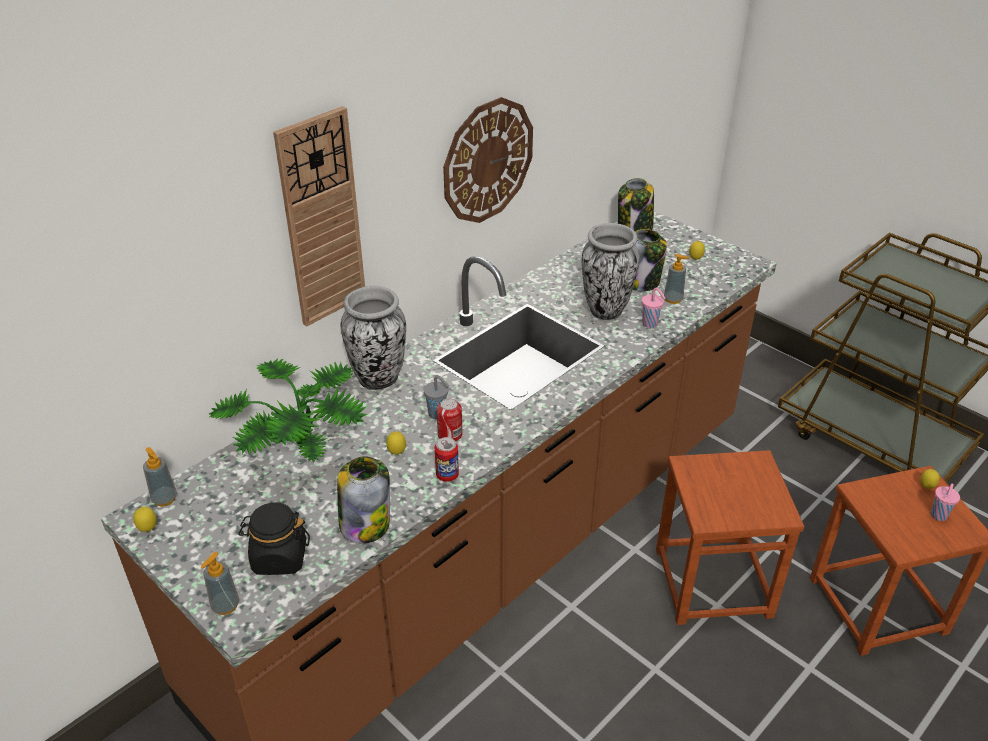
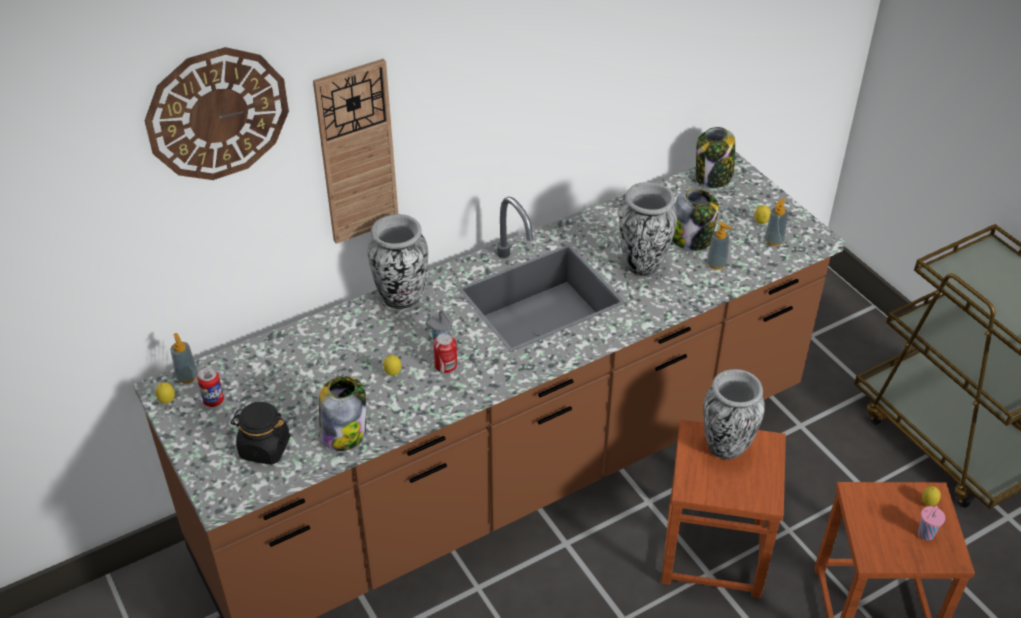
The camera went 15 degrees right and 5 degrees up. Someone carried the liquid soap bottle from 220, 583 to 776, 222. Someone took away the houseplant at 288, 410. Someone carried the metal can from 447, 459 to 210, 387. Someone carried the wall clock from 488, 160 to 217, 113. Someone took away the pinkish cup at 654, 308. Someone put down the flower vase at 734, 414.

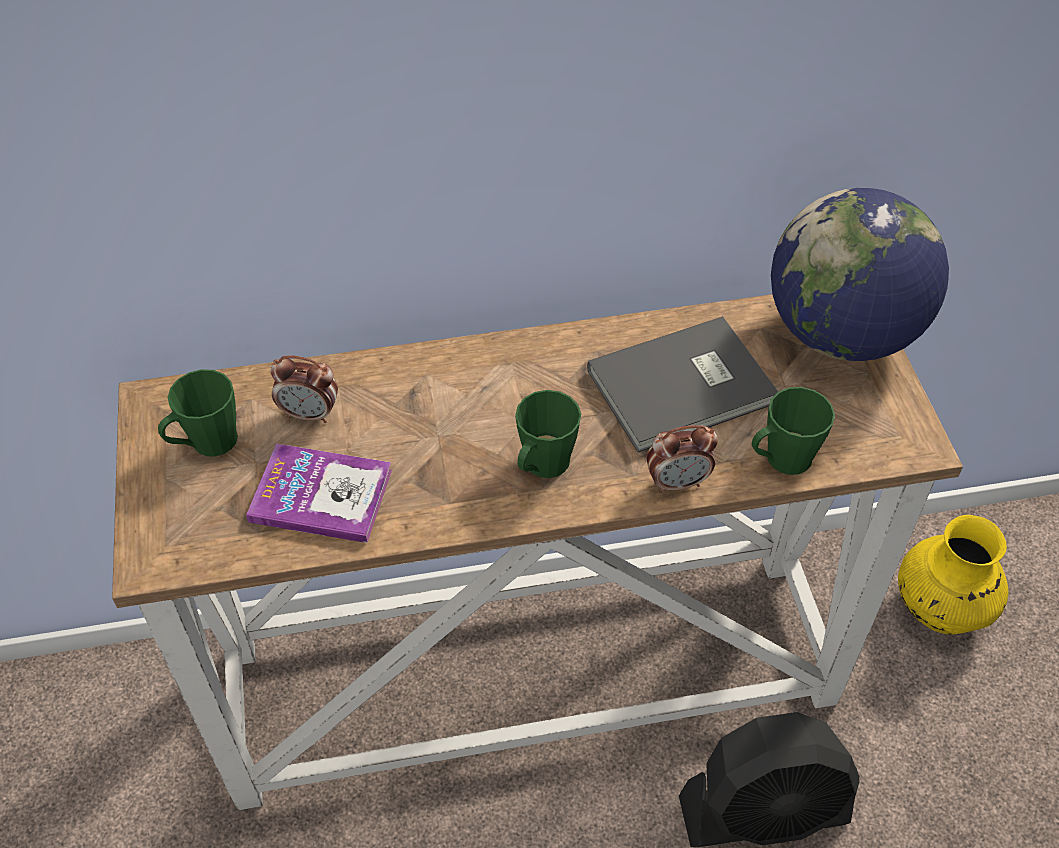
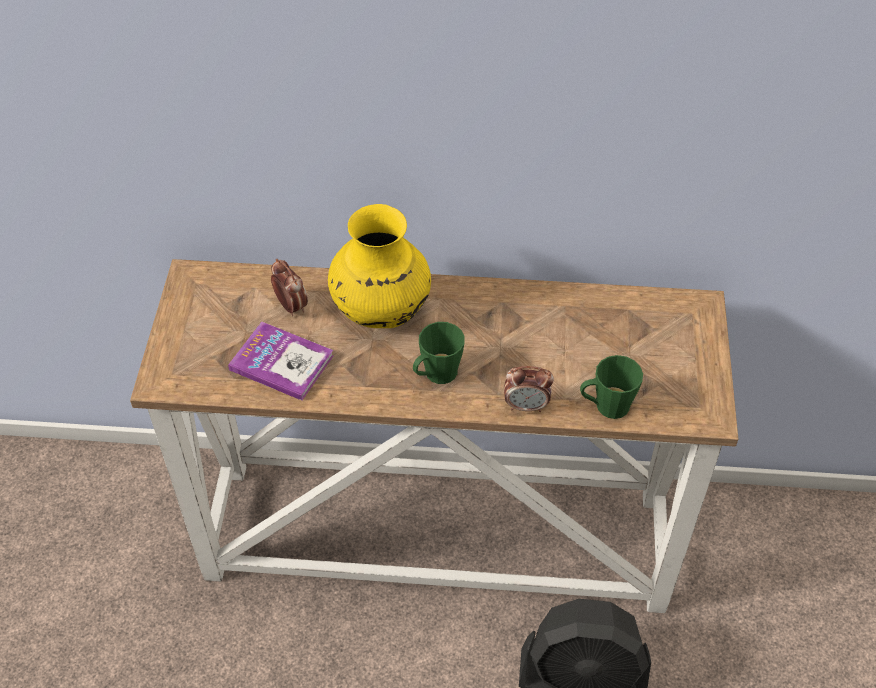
The camera went 15 degrees right and 0 degrees up. Someone took away the green-coloured tea mug at 198, 413. Someone rotated the table clock at 304, 389 by 150 degrees counterclockwise. Someone took away the grey bound book at 682, 384. Someone took away the world globe at 860, 274. Someone carried the yellow-coloured flower vase from 953, 575 to 379, 266.

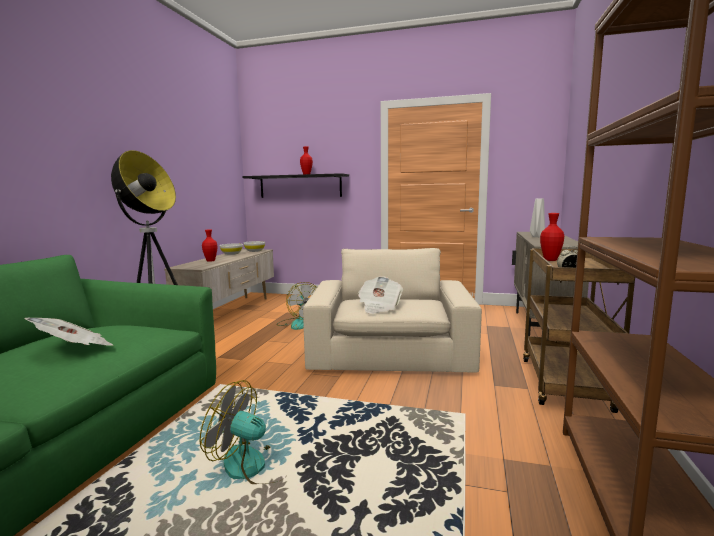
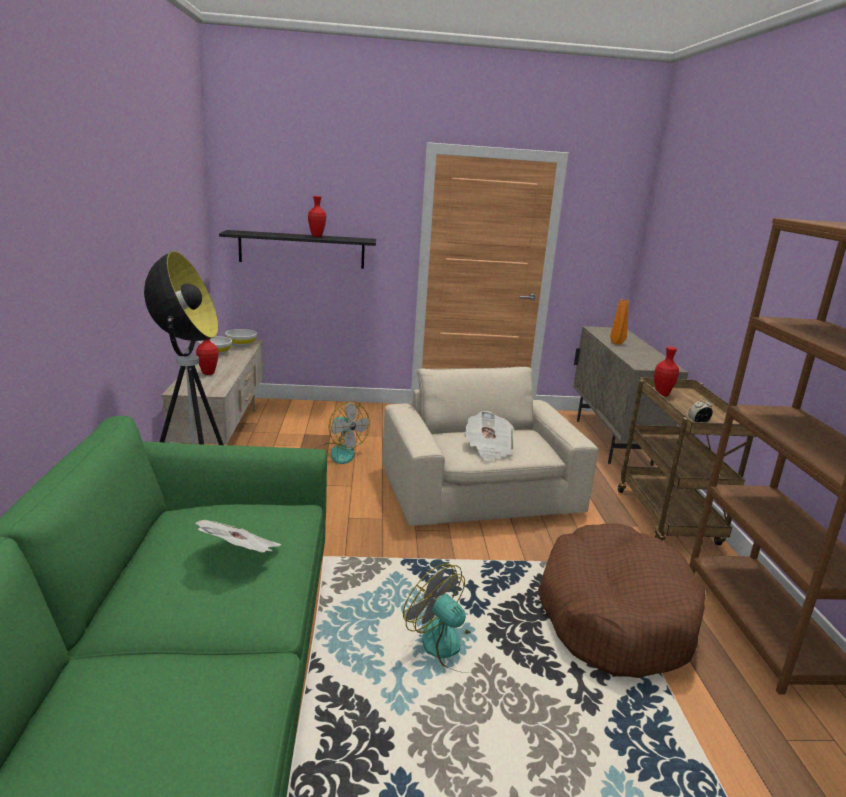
The camera went 20 degrees left and 10 degrees up. Someone rotated the electric fan at 241, 432 by 45 degrees clockwise. Someone repainted the grey flower vase at 537, 217, which became the orangey flower vase at 619, 322. Someone put down the brownish pet bed at 621, 600.

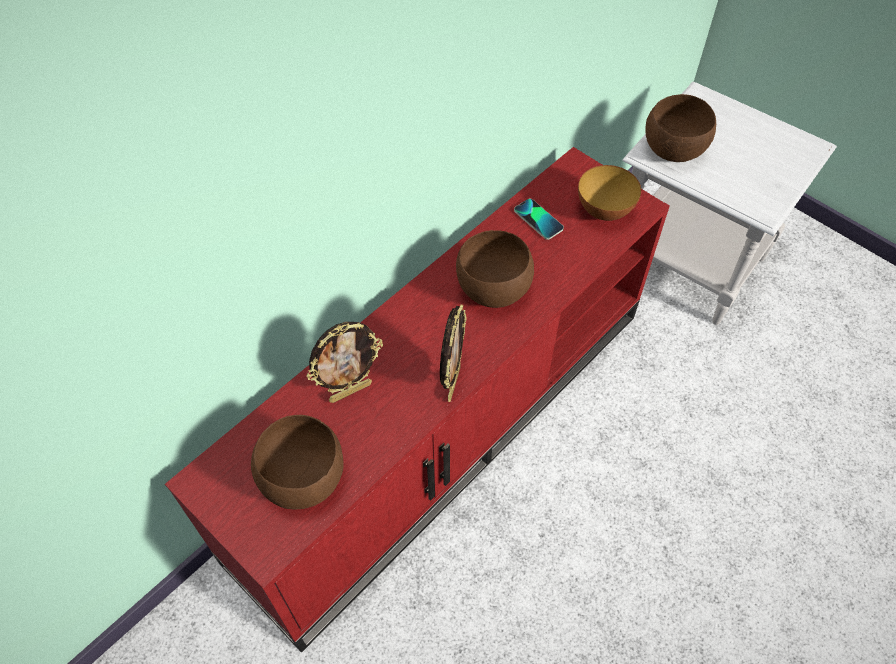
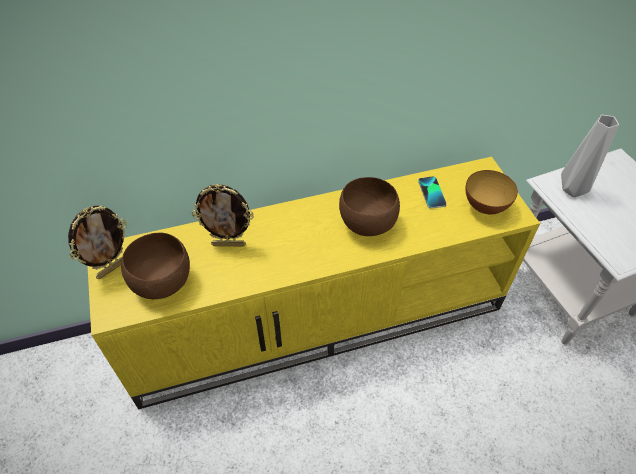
The camera went 30 degrees right and 5 degrees down. Someone repainted the reddish media console at 417, 400, which became the yellow-coloured media console at 313, 283. Someone carried the photo frame from 453, 353 to 97, 242. Someone swapped the brownish serving bowl at 680, 128 for the grey flower vase at 590, 156.

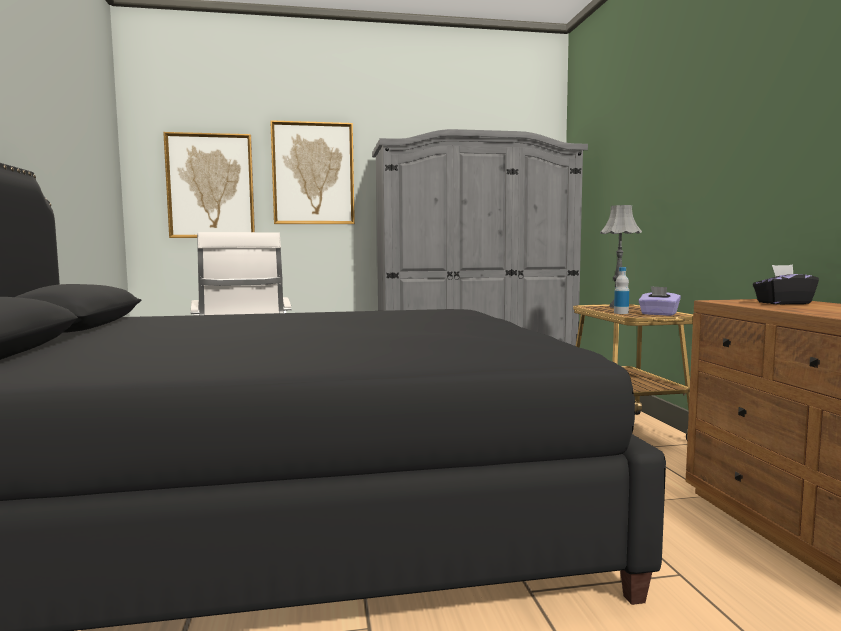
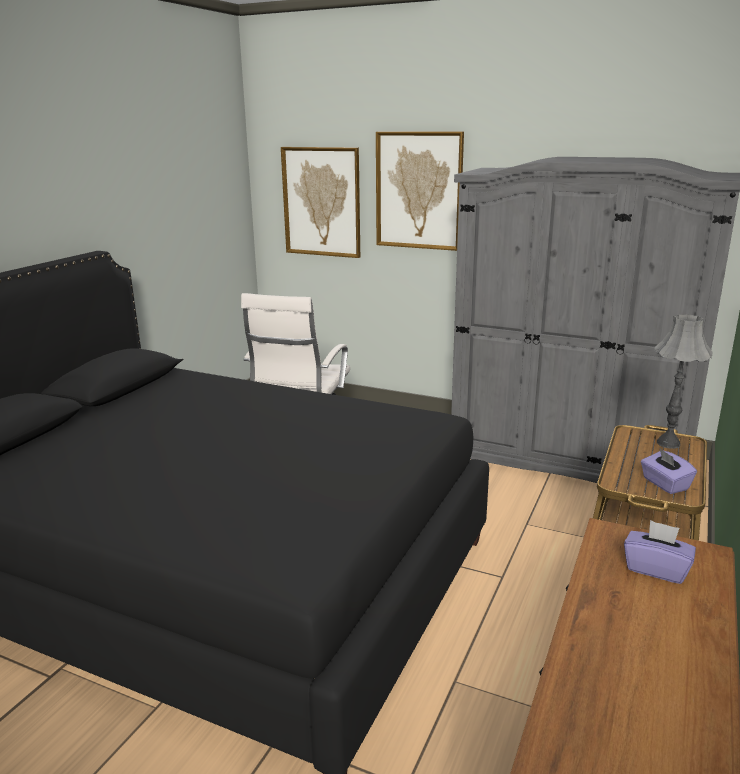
The camera went 35 degrees right and 15 degrees up. Someone took away the beverage bottle at 621, 290. Someone repainted the black box of tissues at 786, 285, which became the purple box of tissues at 660, 552.

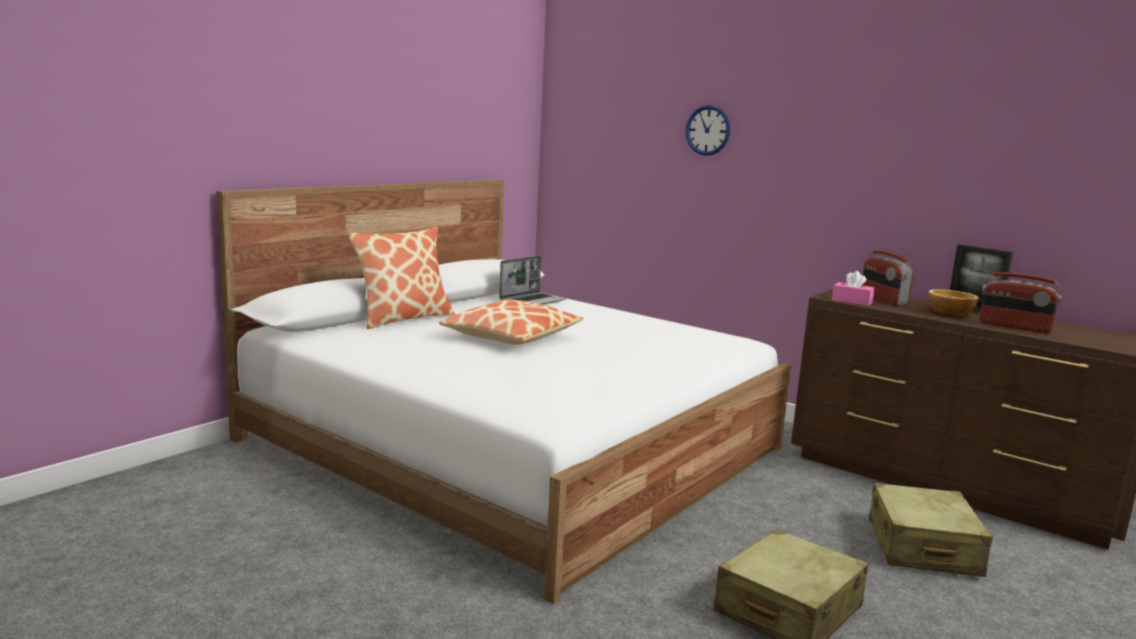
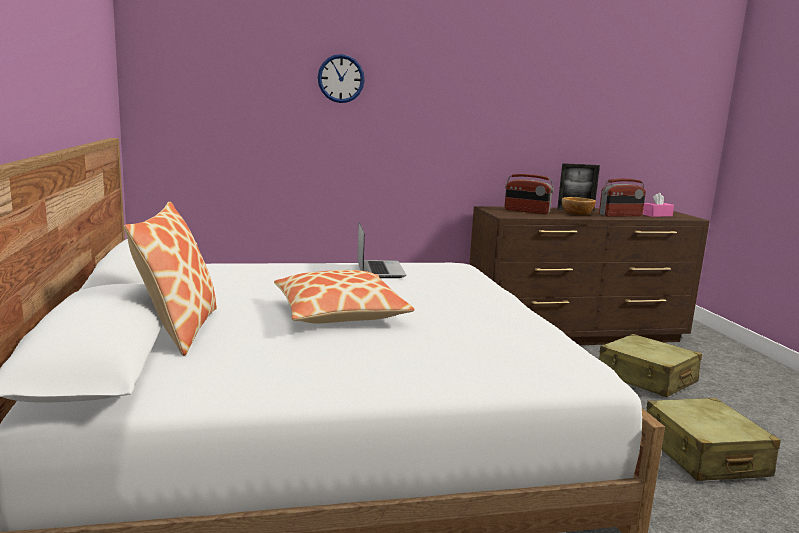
The camera went 50 degrees left and 0 degrees up. Someone carried the portable computer from 533, 280 to 381, 250. Someone carried the pinkish box of tissues from 853, 288 to 658, 205.

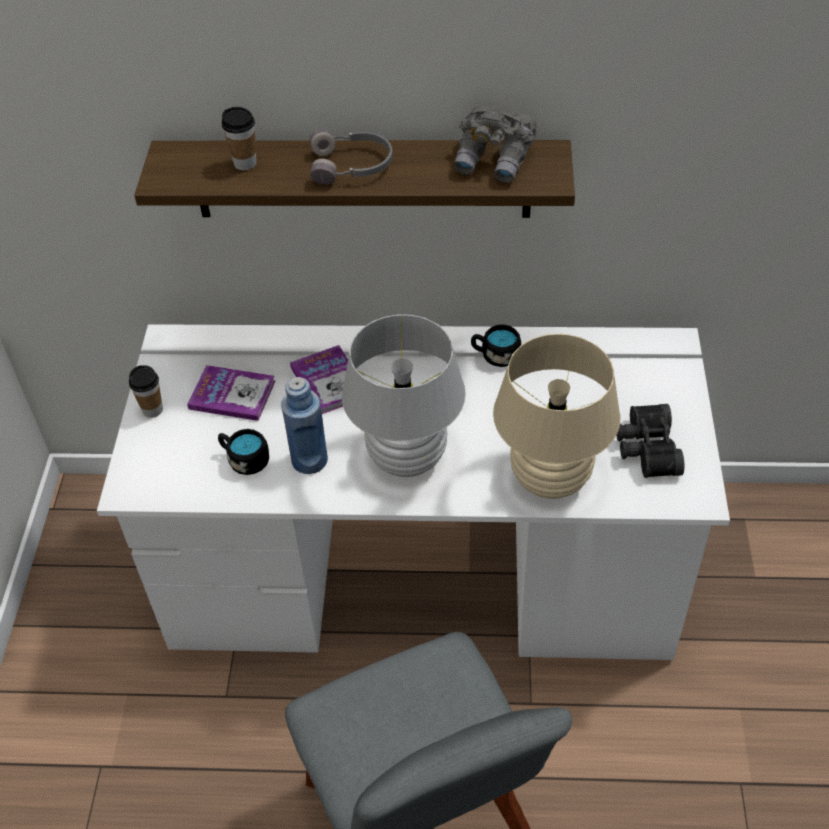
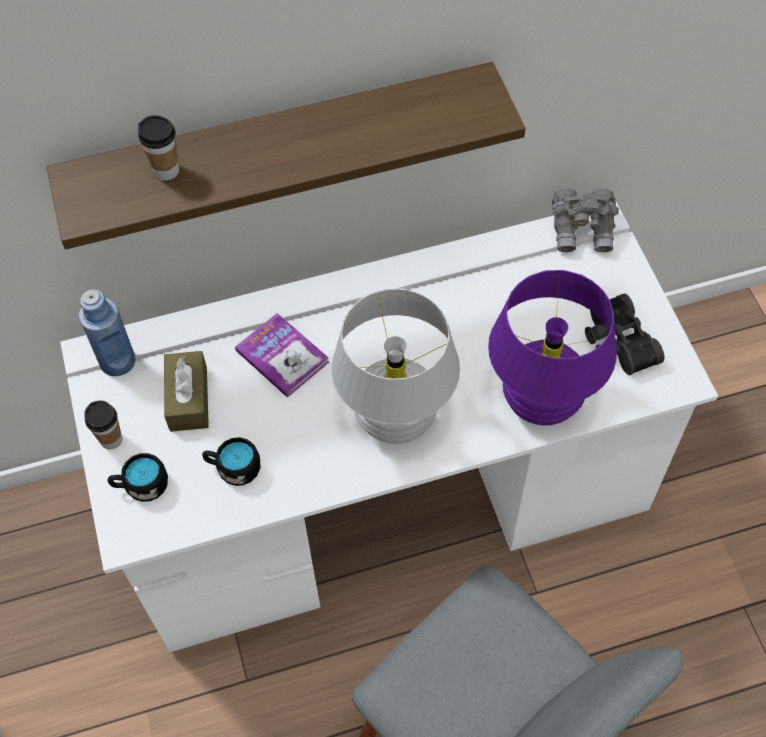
The camera went 20 degrees left and 10 degrees up. Someone swapped the bound book at 231, 393 for the brownish box of tissues at 186, 391. Someone carried the blue-coloured beverage bottle from 304, 425 to 107, 332. Someone took away the grey headphones at 351, 157. Someone carried the grey binoculars from 495, 143 to 585, 220. Someone carried the black tea mug from 496, 345 to 138, 477. Someone repainted the beige lamp for a table at 556, 416, which became the purple lamp for a table at 552, 347.

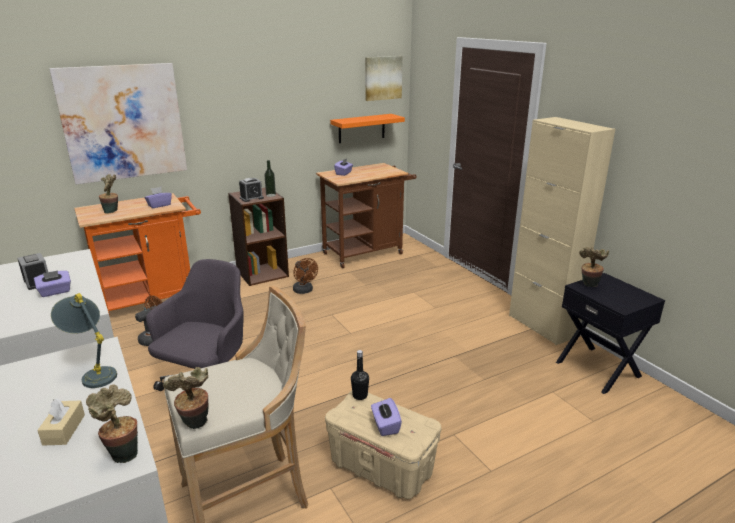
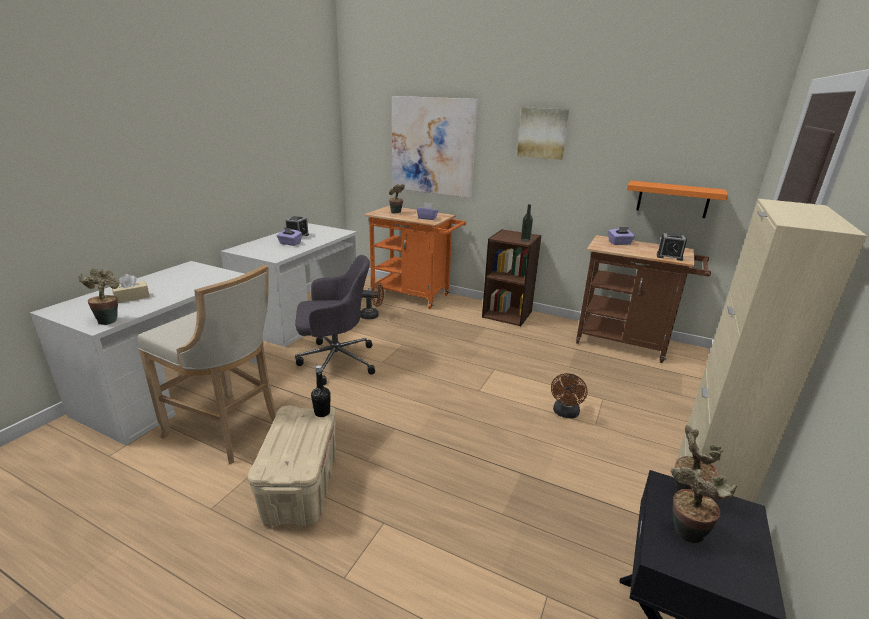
The camera went 55 degrees right and 0 degrees up. Someone took away the grey lamp for a table at 84, 340. Someone carried the houseplant from 186, 398 to 704, 505. Someone carried the table clock from 251, 190 to 672, 247. Someone carried the brownish electric fan from 305, 276 to 569, 396. Someone carried the picture from 384, 78 to 543, 133. Someone took away the purple box of tissues at 386, 417.

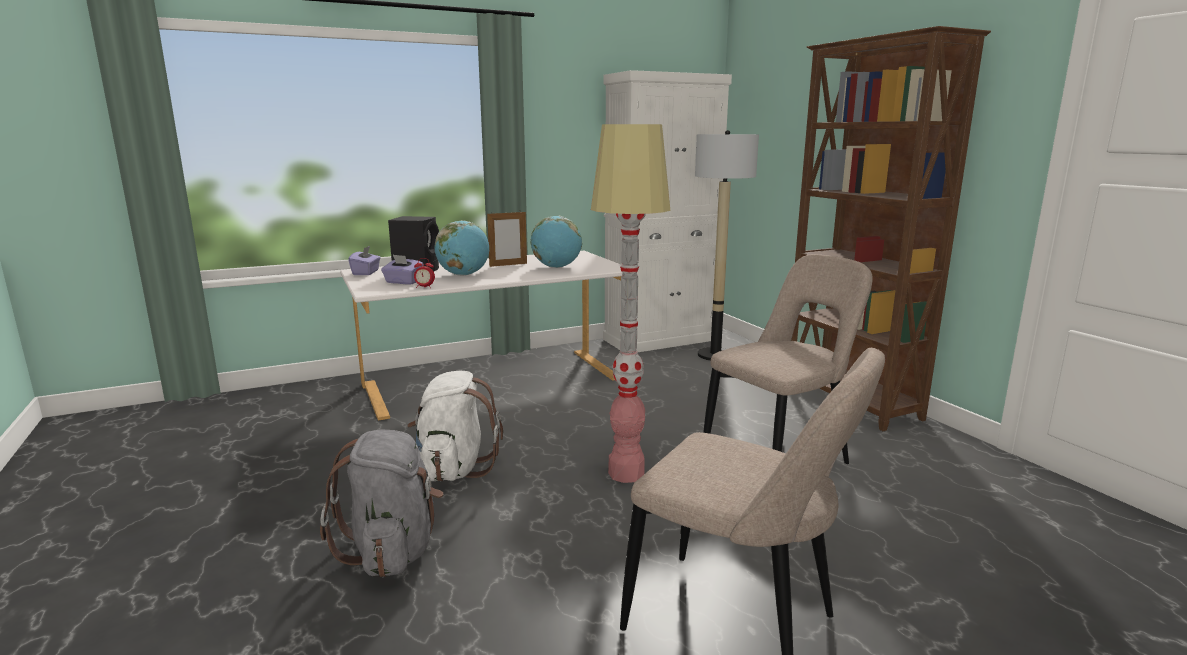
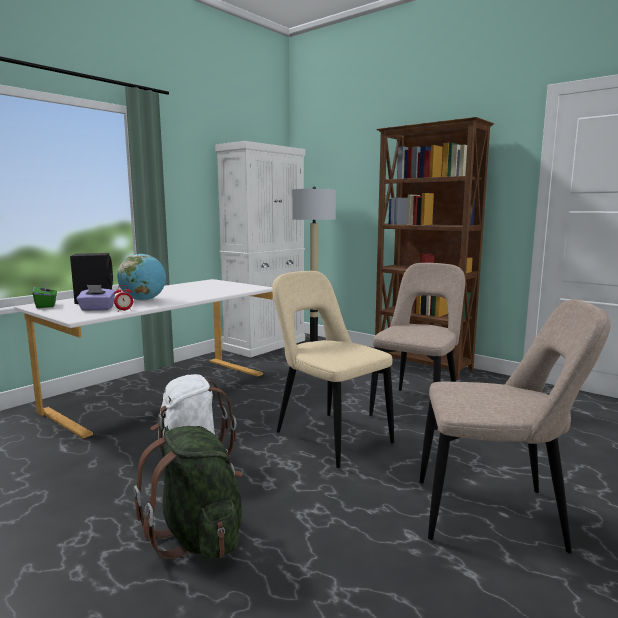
The camera went 25 degrees left and 5 degrees down. Someone repainted the grey rucksack at 382, 503, which became the green-coloured rucksack at 188, 493. Someone repainted the purple box of tissues at 364, 260, which became the green-coloured box of tissues at 44, 295. Someone took away the photo frame at 507, 238. Someone took away the world globe at 556, 242. Someone swapped the floor lamp at 630, 303 for the beige plain chair at 333, 369.

